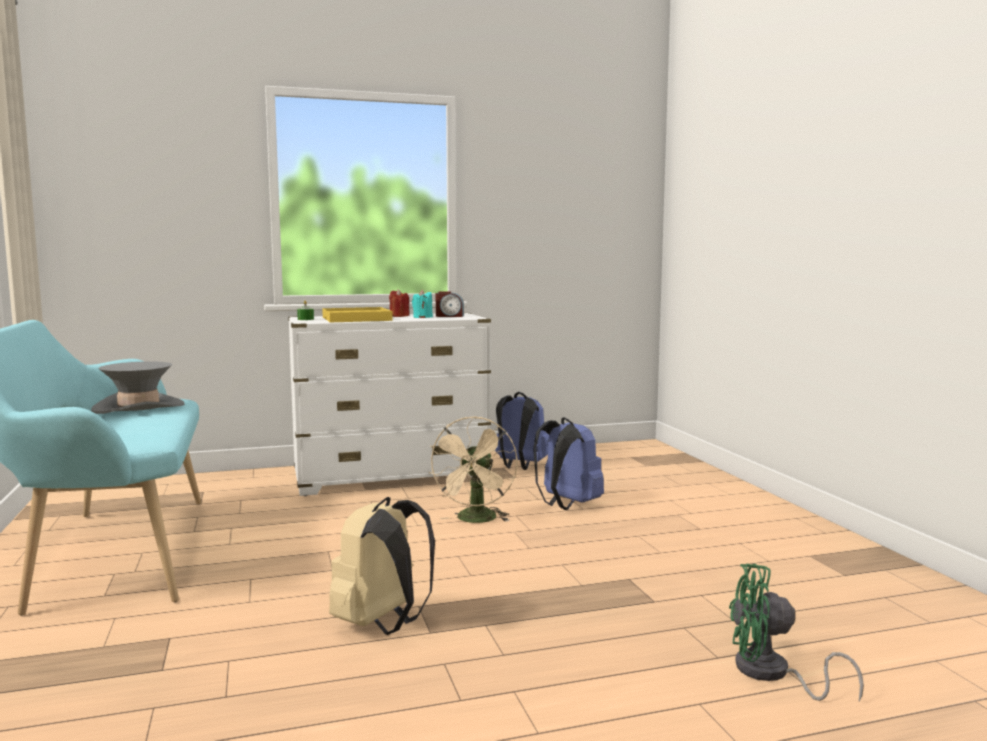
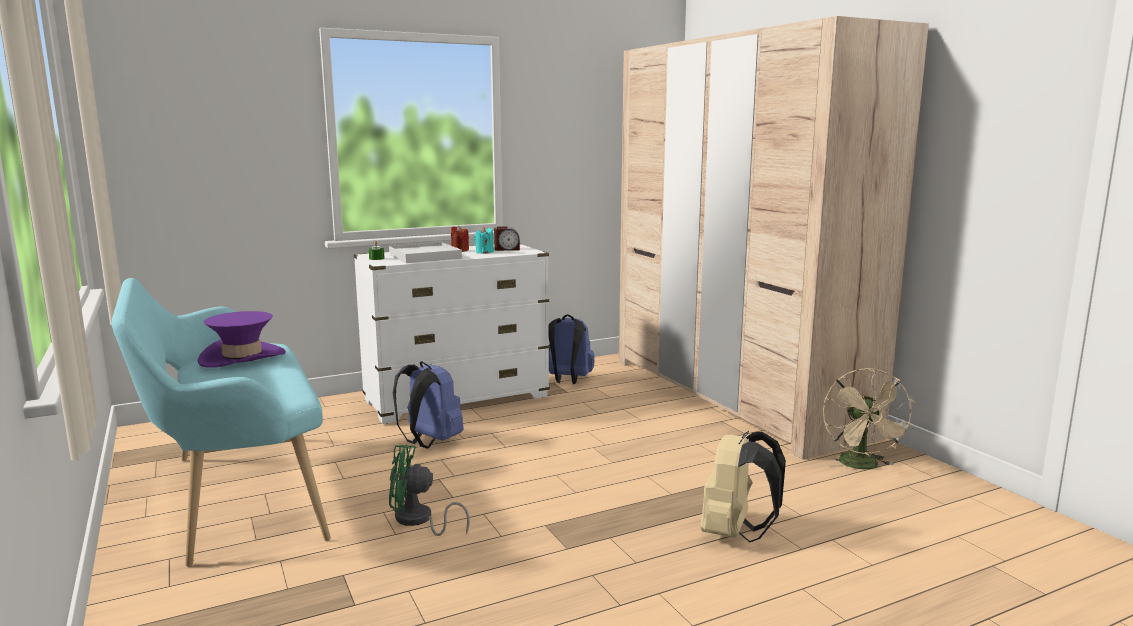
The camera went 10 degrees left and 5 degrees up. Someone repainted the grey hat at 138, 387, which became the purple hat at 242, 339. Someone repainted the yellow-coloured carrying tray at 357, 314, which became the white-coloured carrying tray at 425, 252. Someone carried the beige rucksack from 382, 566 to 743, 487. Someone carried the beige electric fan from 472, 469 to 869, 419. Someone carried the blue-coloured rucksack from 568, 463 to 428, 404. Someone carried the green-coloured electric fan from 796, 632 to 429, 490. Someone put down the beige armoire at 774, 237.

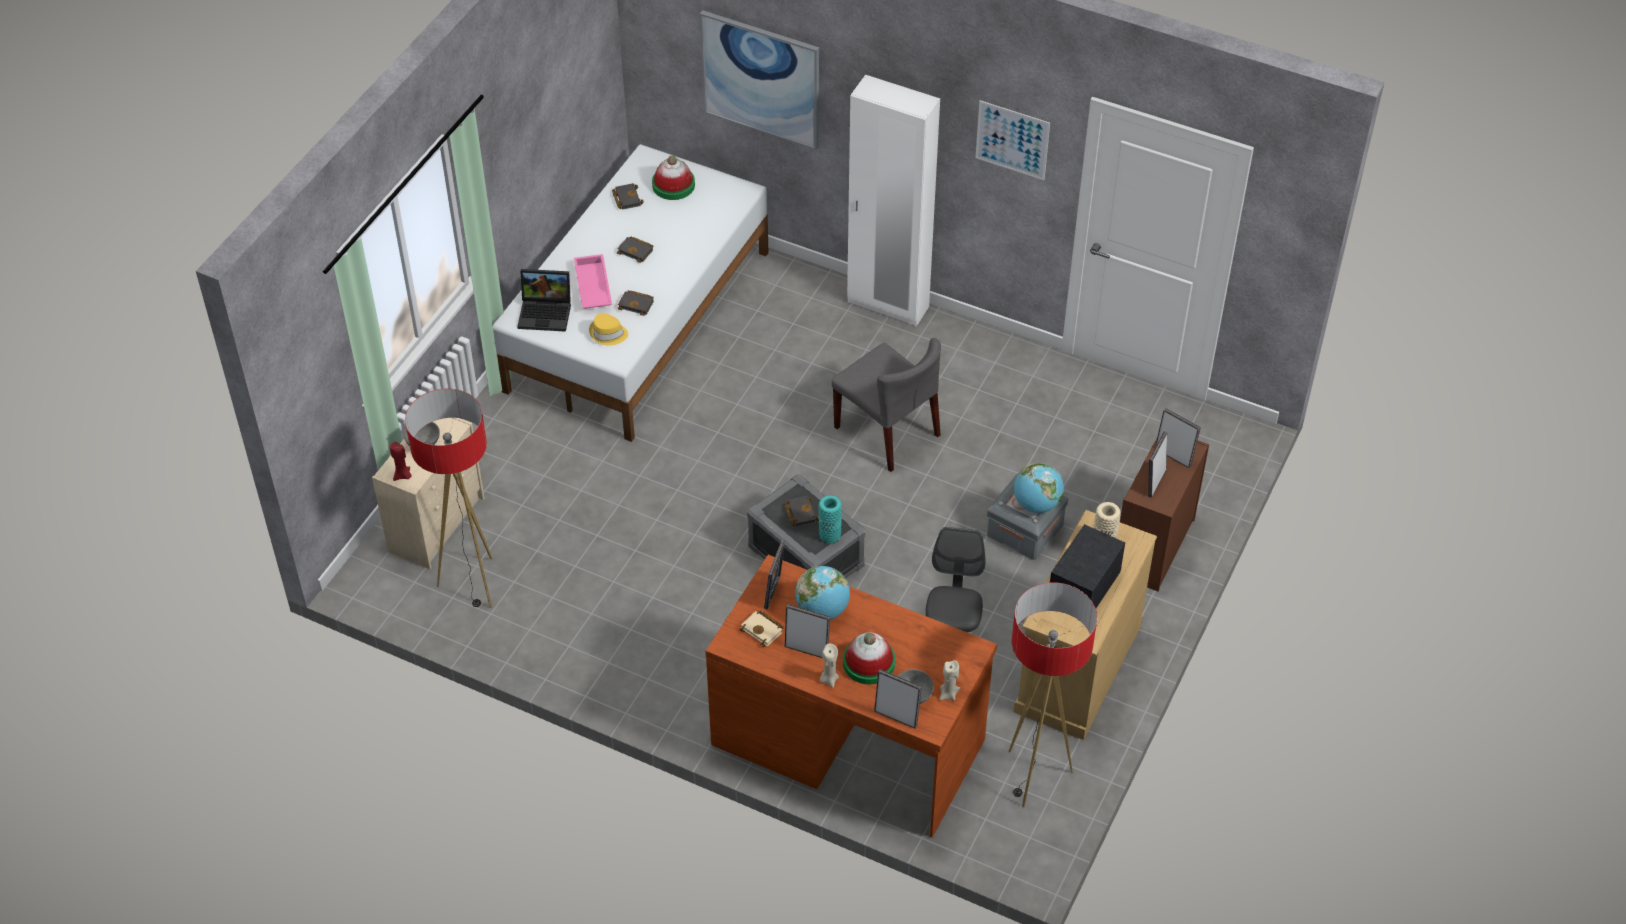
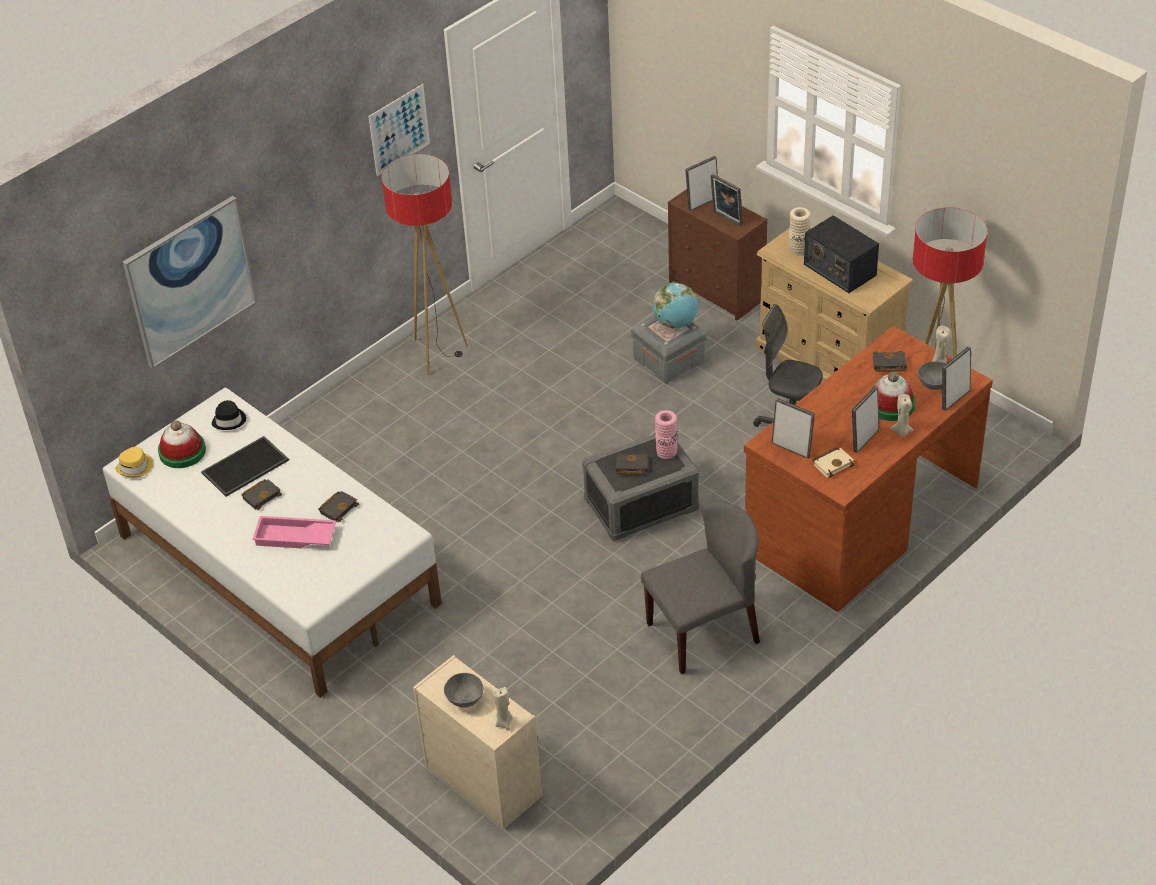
The camera went 70 degrees left and 5 degrees down. Someone repainted the reddish wax candle at 400, 461, which became the beige wax candle at 503, 708. Someone carried the floor lamp from 449, 498 to 424, 264. Someone took away the portable computer at 544, 300. Someone carried the yellow-coloured hat from 608, 329 to 134, 462. Someone carried the black bound book from 628, 196 to 890, 361. Someone took away the world globe at 822, 593. Someone repainted the turquoise-coloured flower vase at 830, 519, which became the pinkish flower vase at 666, 434. Someone carried the grey plain chair from 886, 405 to 700, 587. Someone took away the white-coloured armoire at 893, 200. Someone put down the carrying tray at 245, 466. Someone put down the black hat at 229, 415.

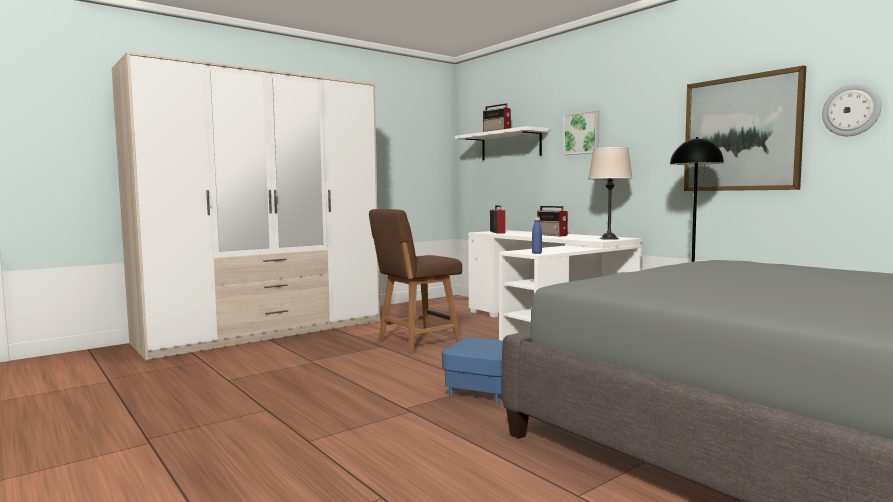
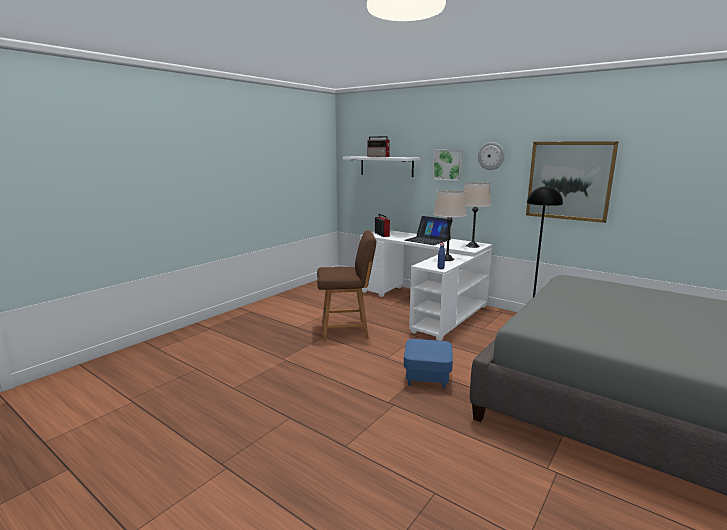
The camera went 15 degrees left and 10 degrees up. Someone took away the armoire at 246, 206. Someone rotated the brownish plain chair at 415, 281 by 135 degrees counterclockwise. Someone swapped the radio set at 552, 221 for the portable computer at 428, 230. Someone carried the wall clock from 852, 110 to 491, 156. Someone put down the beige lamp for a table at 449, 225.

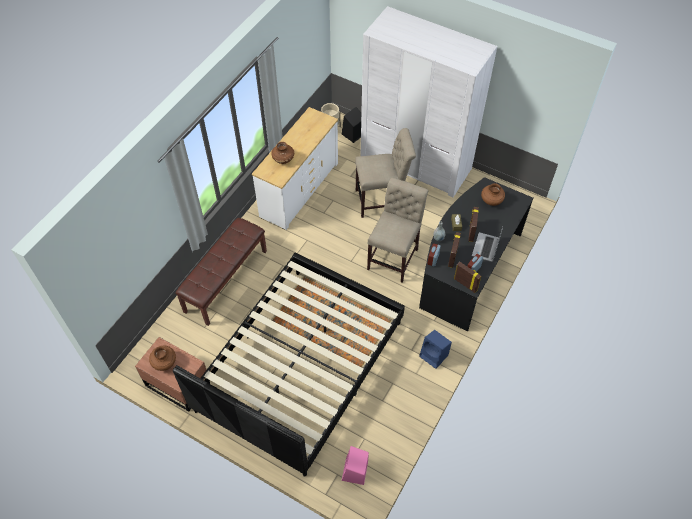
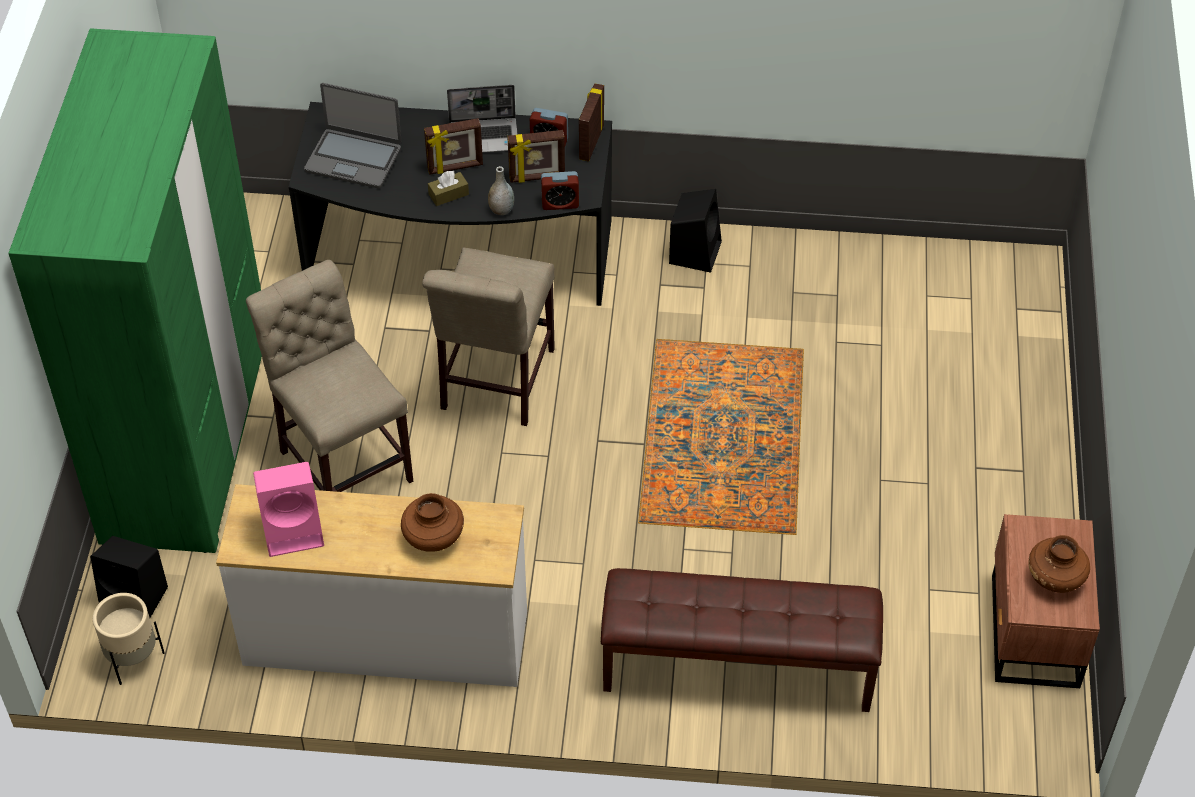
The camera went 115 degrees left and 5 degrees down. Someone took away the black bed at 289, 364. Someone carried the pinkish speaker from 355, 465 to 288, 509. Someone repainted the white-coloured armoire at 428, 101, which became the green-coloured armoire at 135, 290. Someone rotated the beige plain chair at 397, 230 by 75 degrees counterclockwise. Someone repainted the blue-coloured speaker at 435, 349, which became the black speaker at 695, 231. Someone swapped the brownish flower vase at 493, 194 for the portable computer at 353, 135.

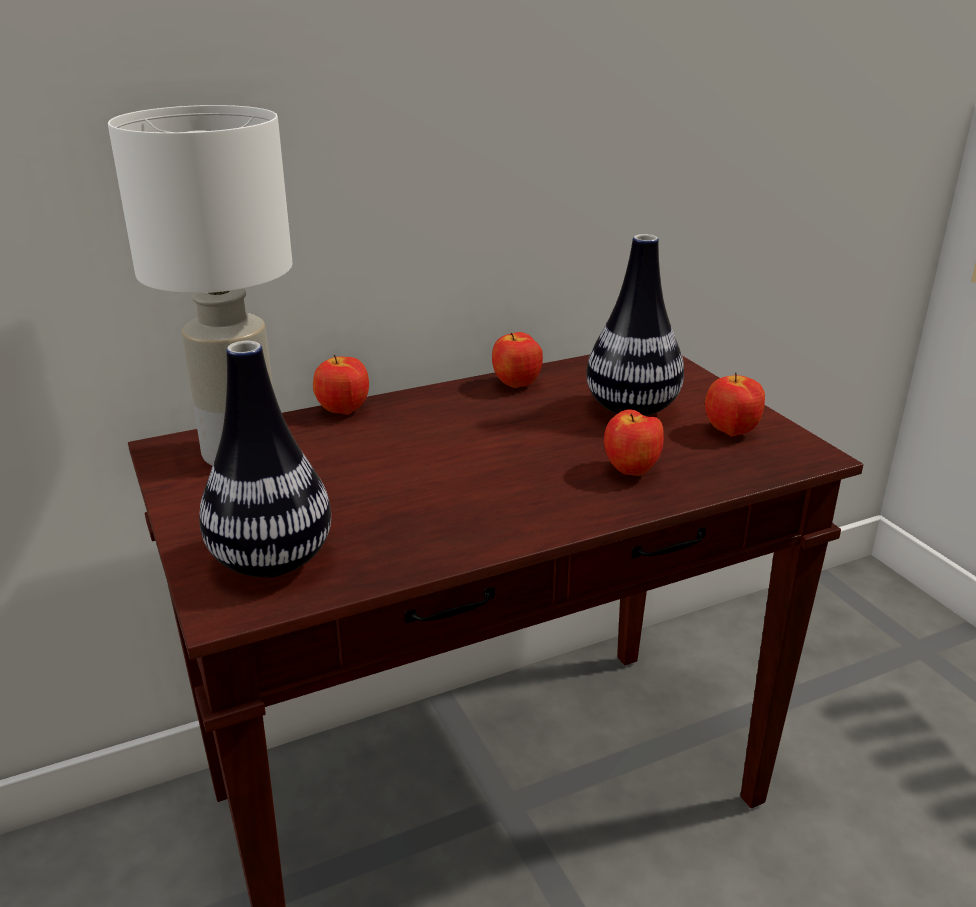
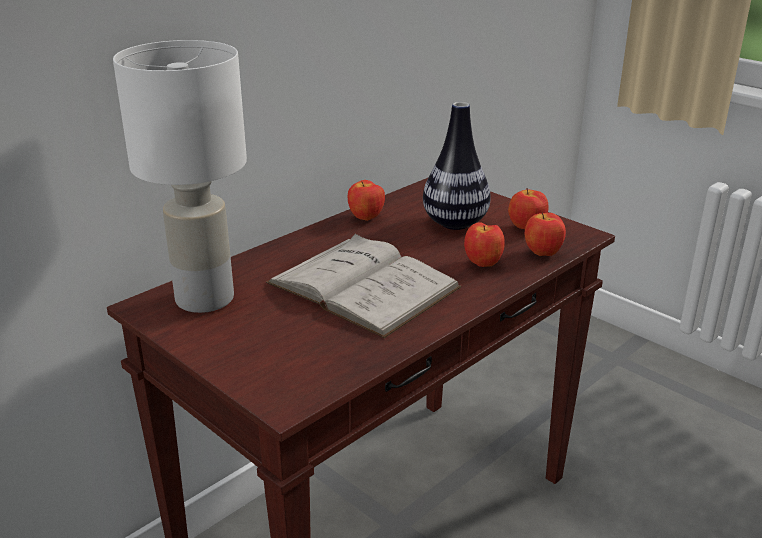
The camera went 20 degrees left and 0 degrees up. Someone took away the flower vase at 265, 459. Someone carried the whole apple from 341, 384 to 545, 234. Someone put down the white-coloured bound book at 363, 286.

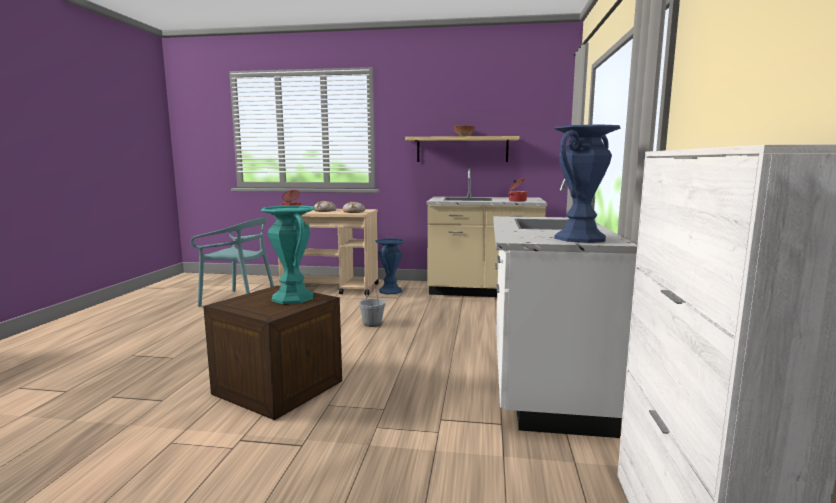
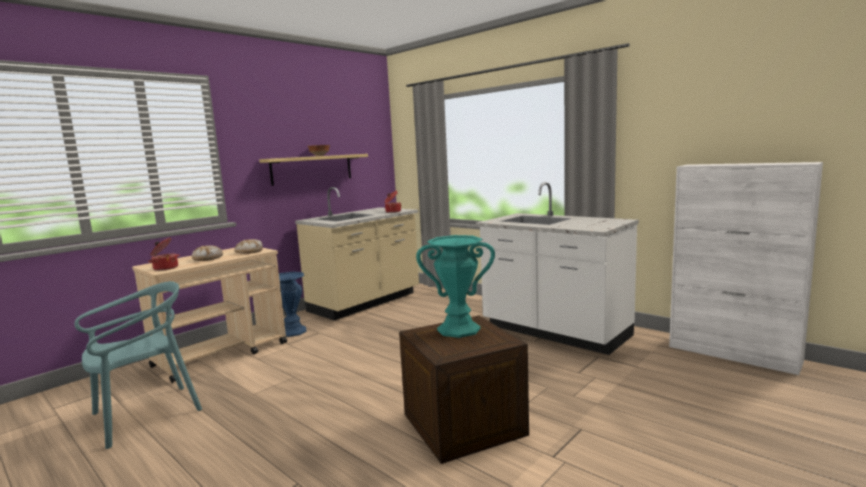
The camera went 55 degrees left and 0 degrees up. Someone took away the grey water bucket at 372, 306. Someone took away the blue-coloured flower vase at 587, 183.

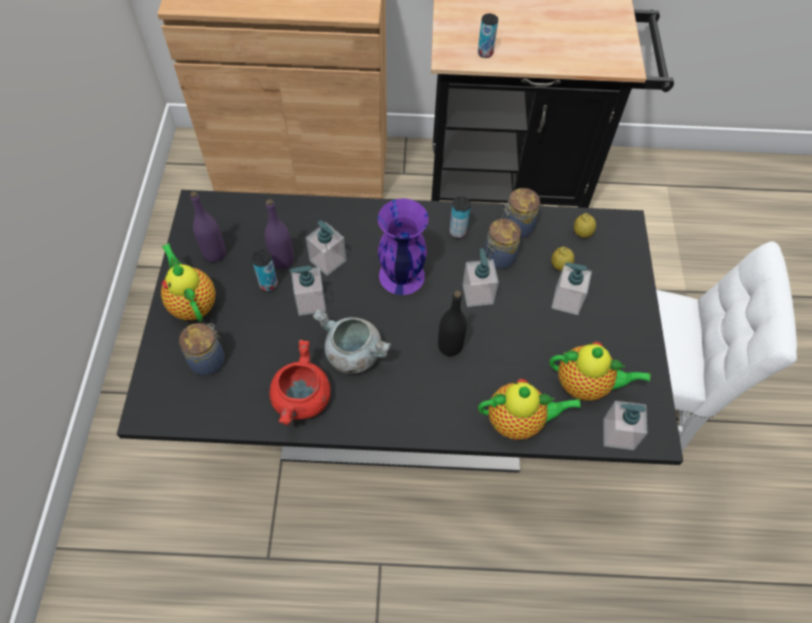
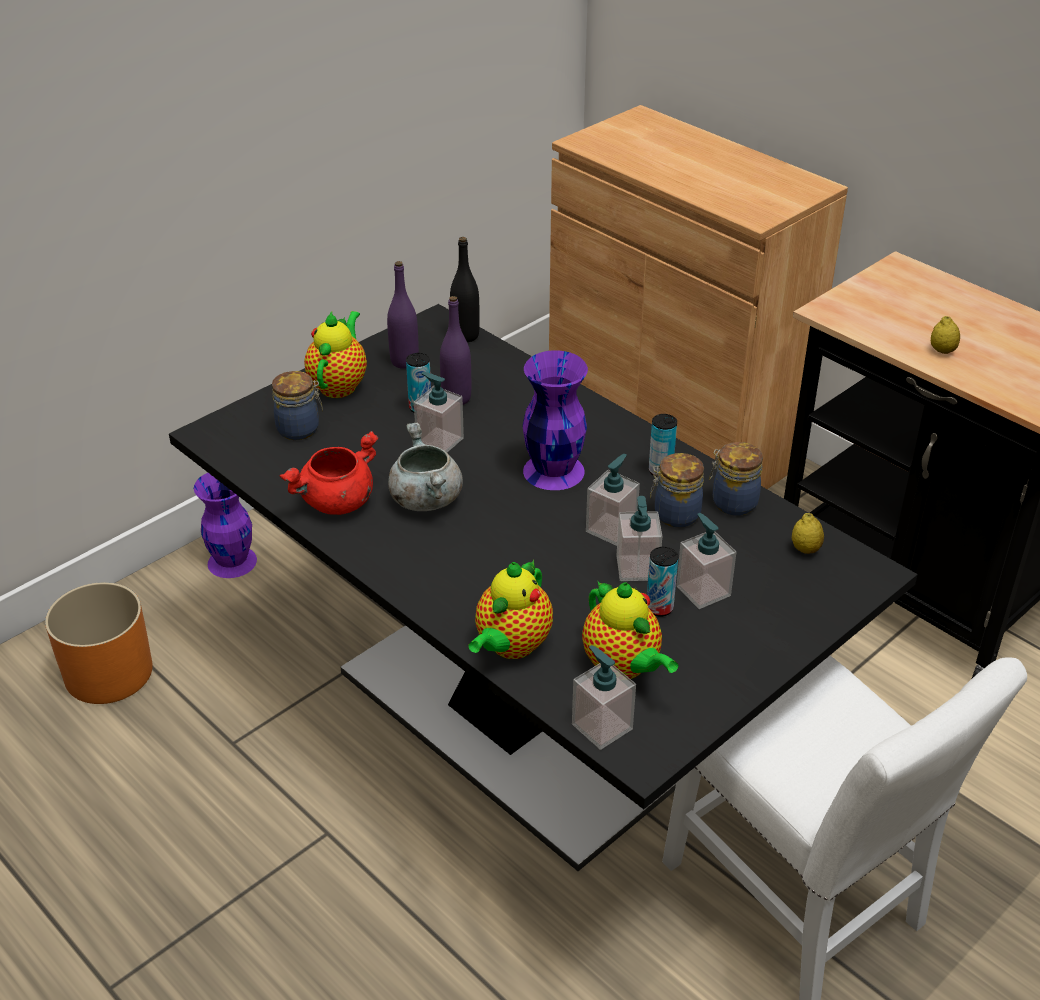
The camera went 45 degrees right and 20 degrees down. Someone carried the liquid soap bottle from 326, 248 to 639, 538. Someone carried the black beverage bottle from 452, 323 to 465, 289. Someone carried the metal can from 488, 36 to 662, 582. Someone rotated the pot for tea at 529, 409 by 75 degrees clockwise. Someone carried the citrus fruit from 562, 259 to 945, 335. Someone put down the orangey planter at 99, 643. Someone put down the purple flower vase at 225, 525.

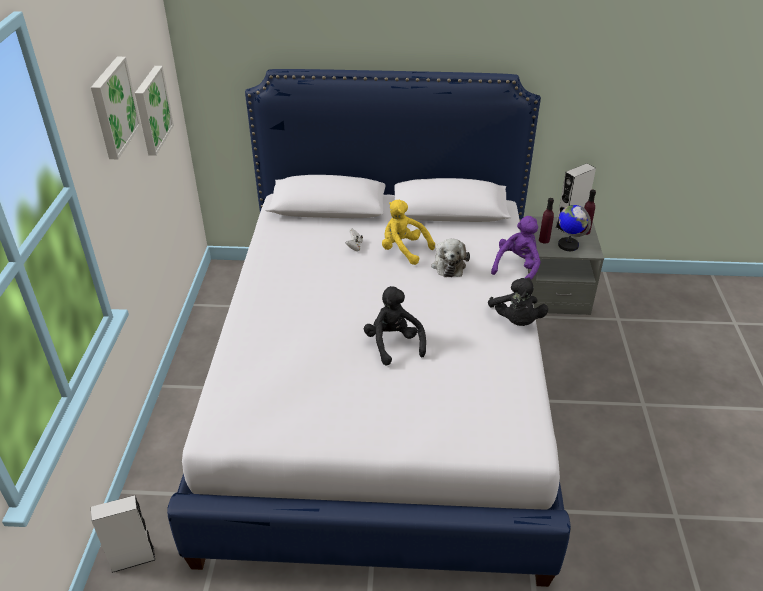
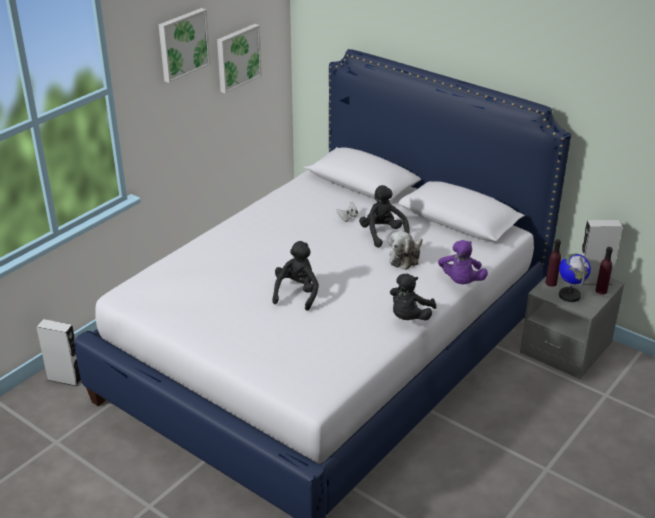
The camera went 35 degrees right and 5 degrees down. Someone repainted the yellow-coloured cuddly toy at 408, 232, which became the black cuddly toy at 384, 216. Someone rotated the purple cuddly toy at 516, 248 by 120 degrees clockwise.

